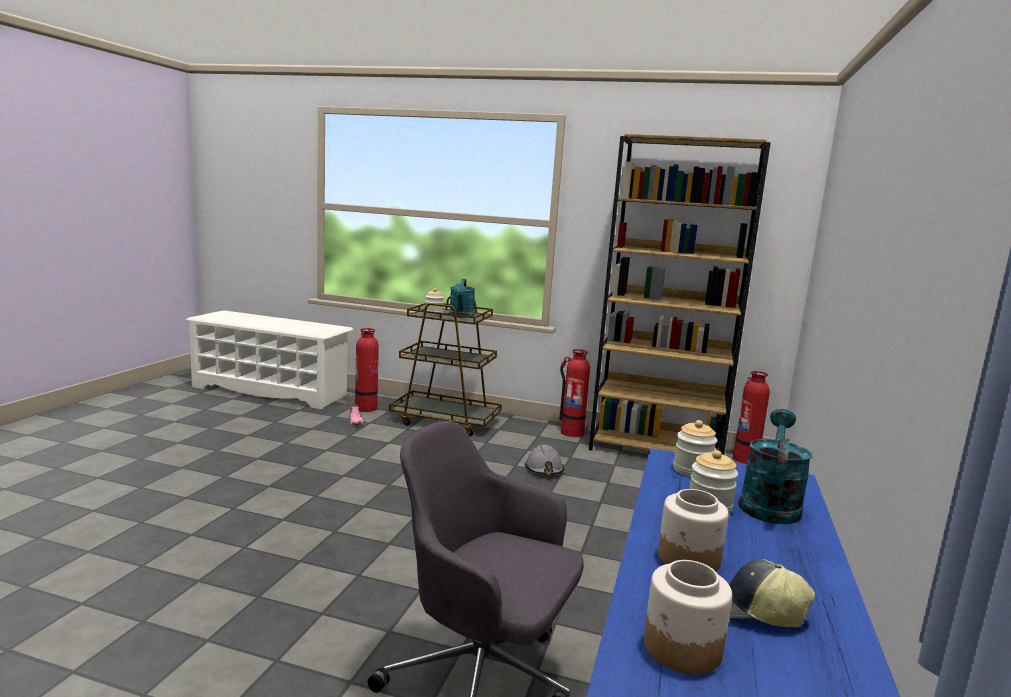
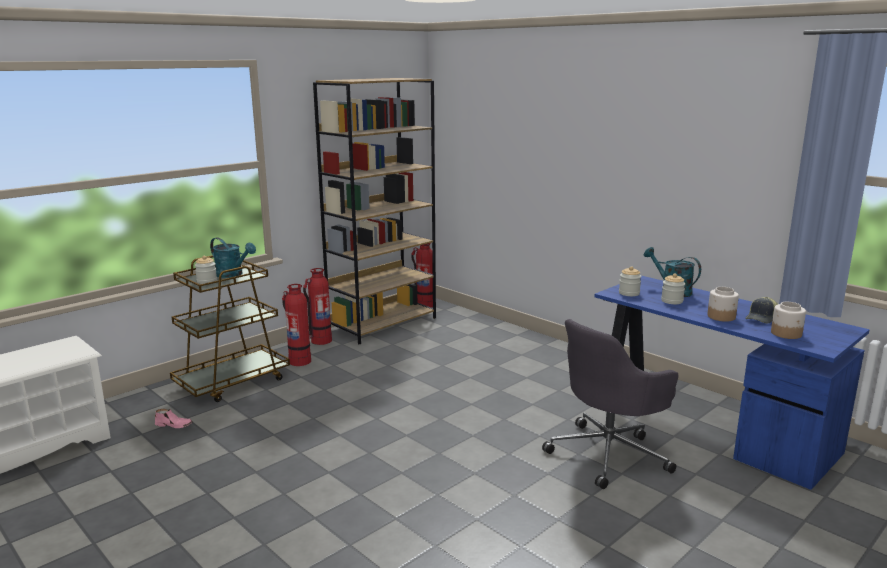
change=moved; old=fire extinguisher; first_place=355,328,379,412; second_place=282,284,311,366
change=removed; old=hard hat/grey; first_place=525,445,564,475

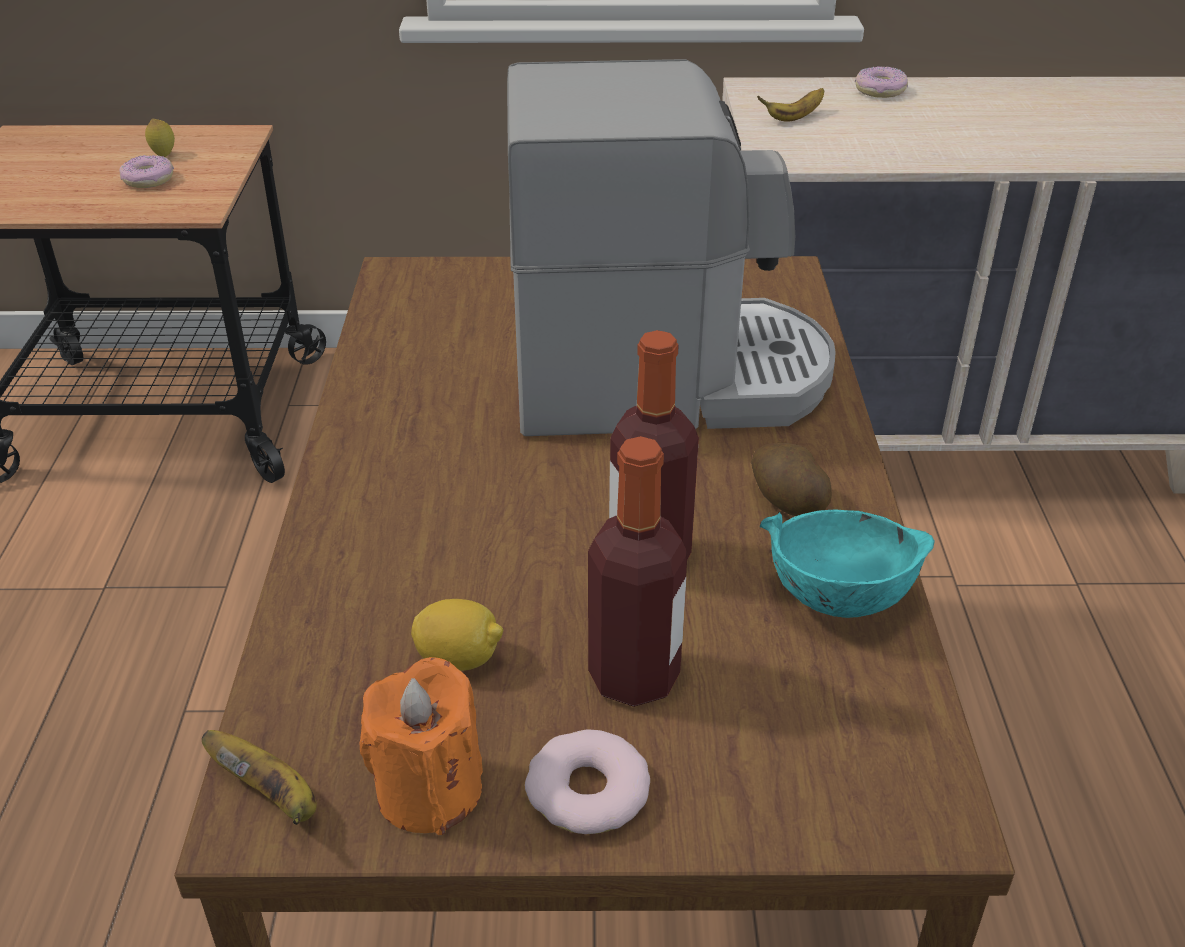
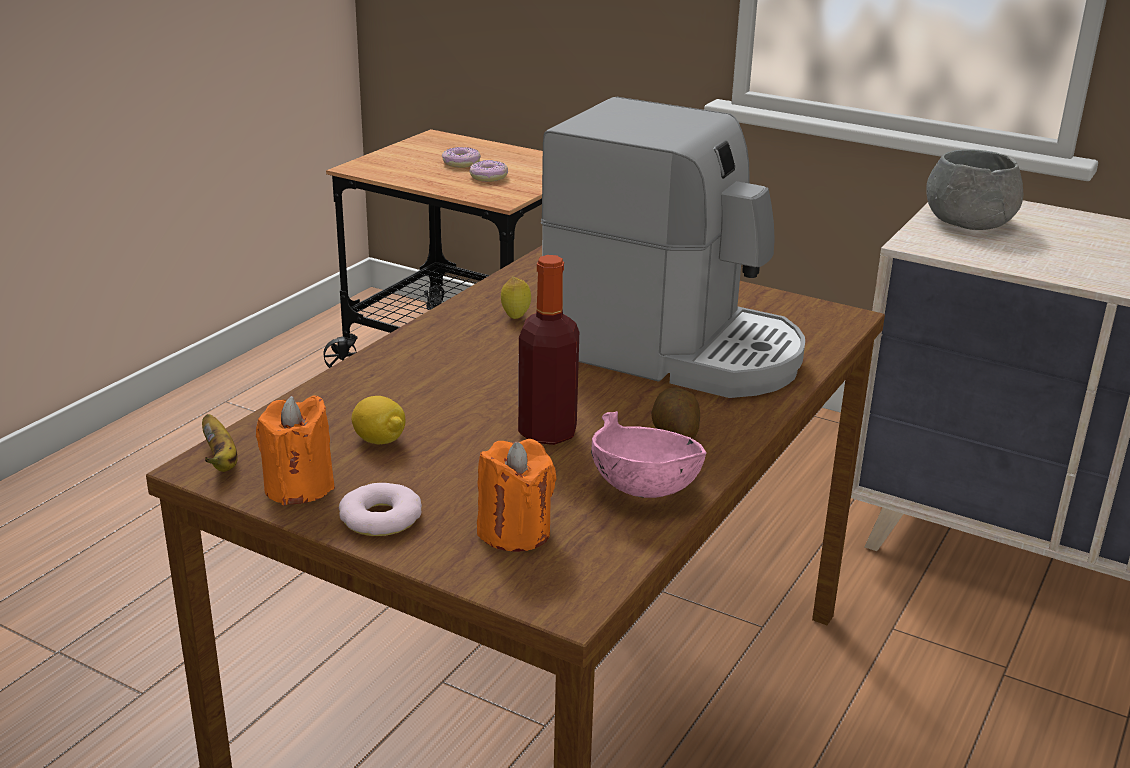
change=moved; old=donut; first_place=855,66,908,98; second_place=442,147,481,168
change=added; new=candle/orange; second_place=477,439,557,552
change=moved; old=lemon; first_place=145,119,175,157; second_place=501,277,531,319
change=recoloured; old=bowl/turquoise; new=bowl/pink; first_place=759,509,935,618; second_place=591,411,707,498
change=replaced; old=banana; new=bowl/grey; first_place=757,88,824,122; second_place=926,149,1023,230
change=removed; old=bottle; first_place=588,436,688,707

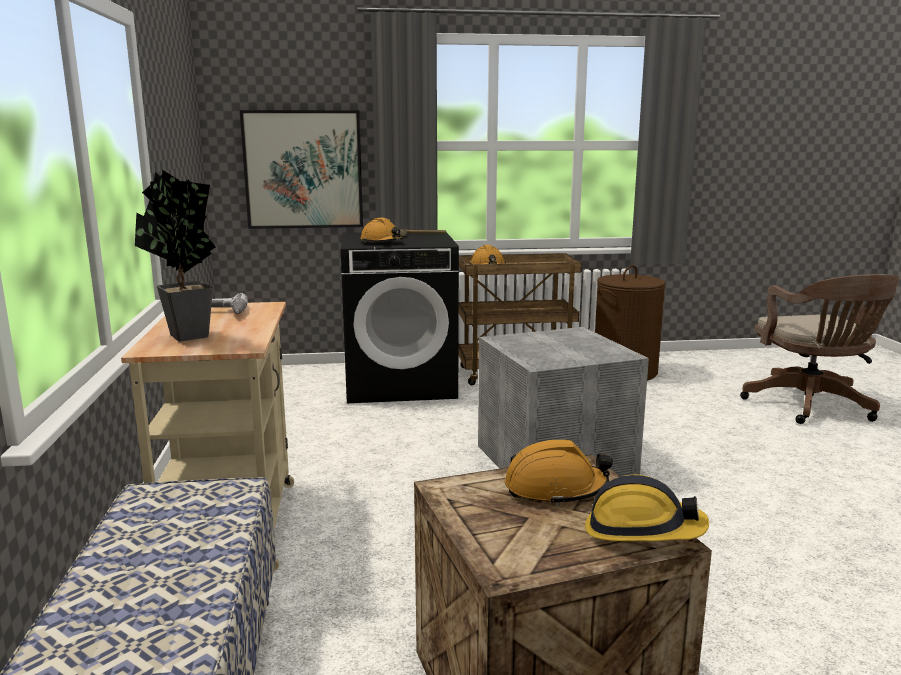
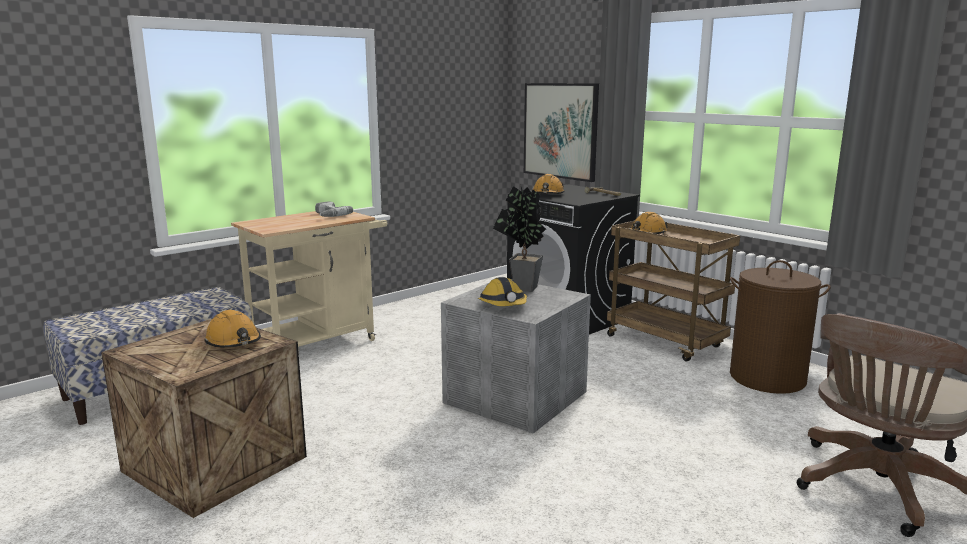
change=moved; old=hard hat; first_place=585,474,709,542; second_place=478,277,527,306
change=moved; old=potted plant; first_place=135,170,216,341; second_place=493,186,546,292

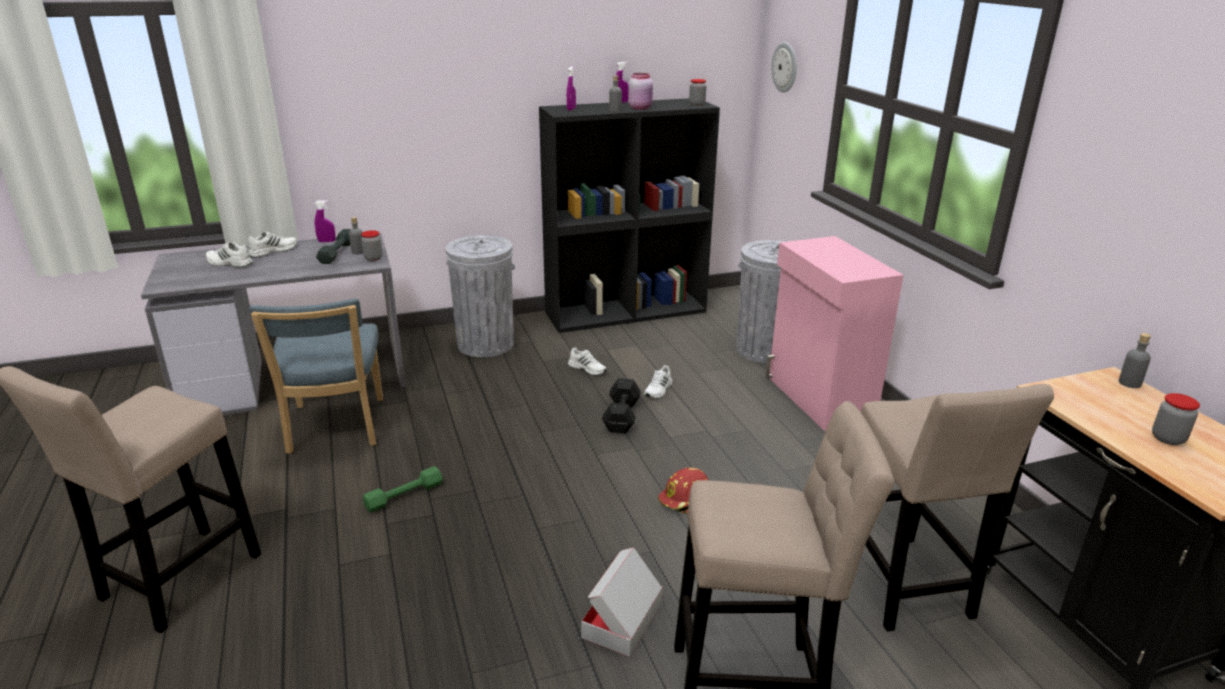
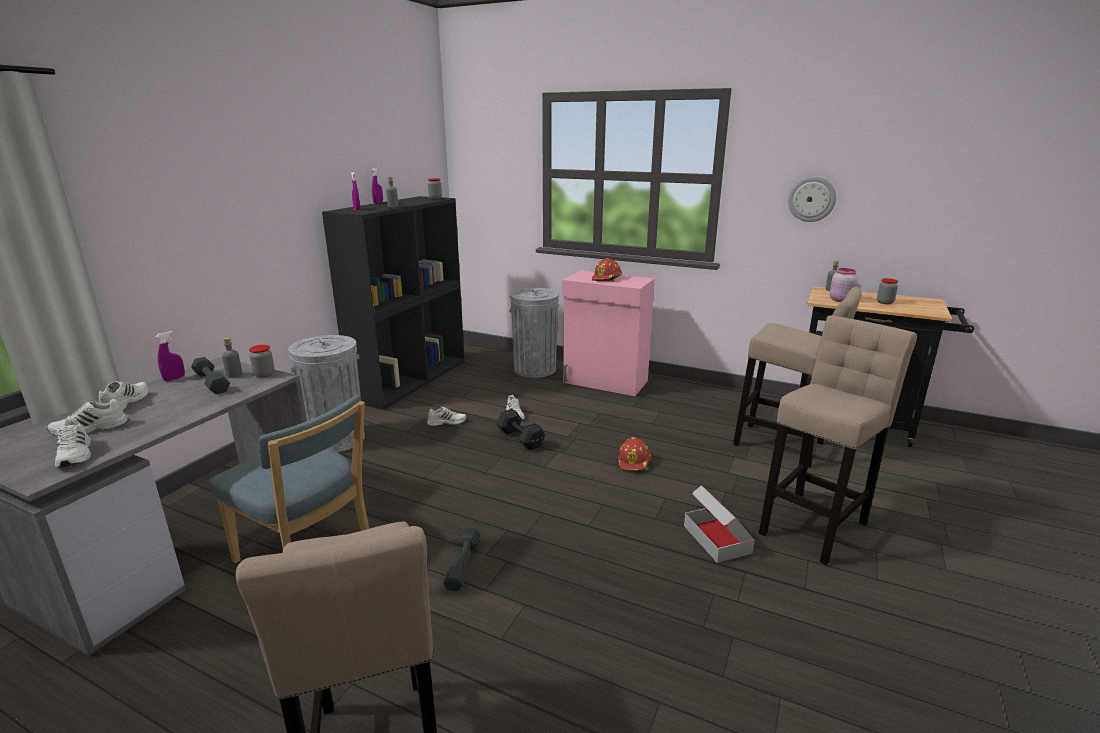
change=added; new=shoe/white; second_place=55,418,91,468
change=recoloured; old=dumbbell/green; new=dumbbell/grey; first_place=363,466,443,512; second_place=443,527,481,591
change=added; new=hard hat/red; second_place=592,258,622,282
change=moved; old=wall clock; first_place=771,42,797,93; second_place=788,176,836,222
change=moved; old=jar/pink; first_place=628,73,653,110; second_place=830,268,858,302

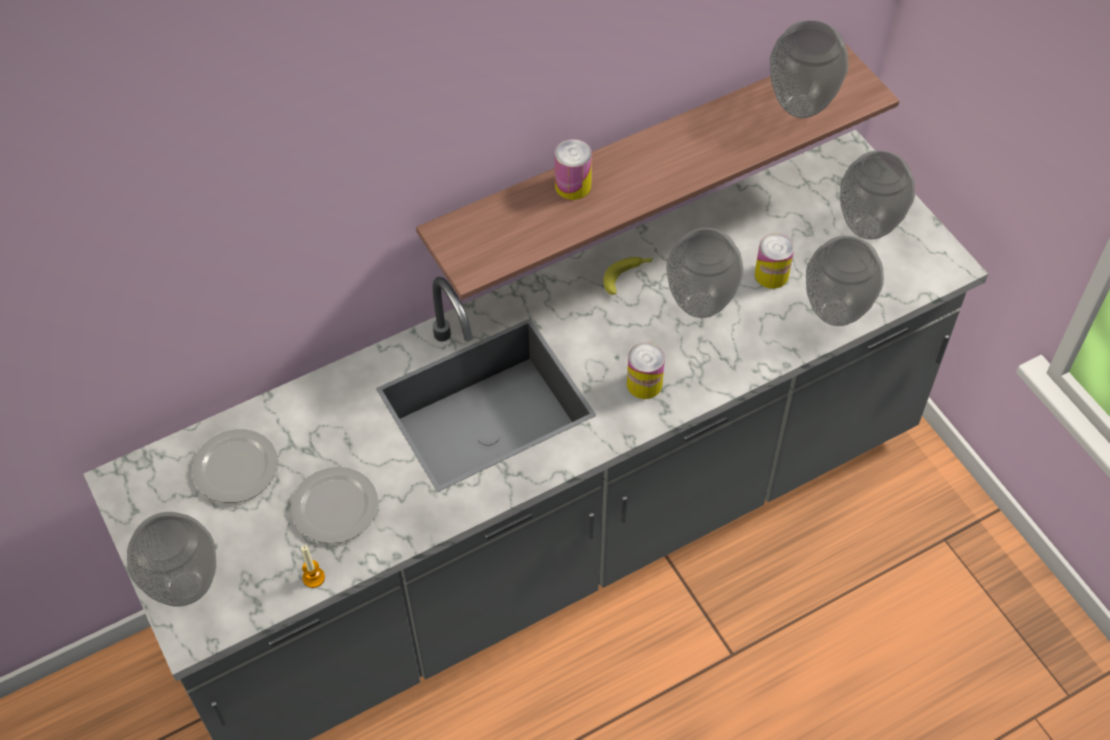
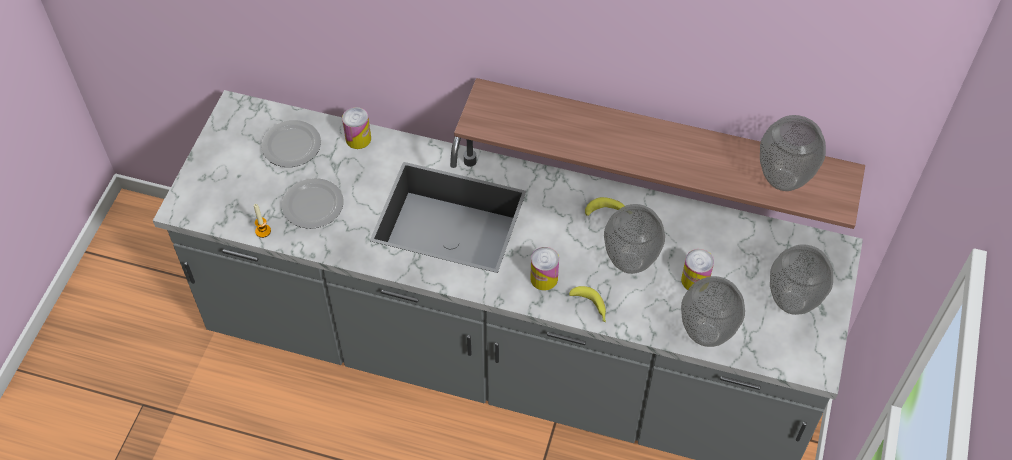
change=moved; old=can; first_place=555,139,592,200; second_place=342,107,371,149
change=added; new=banana; second_place=569,286,606,322
change=removed; old=vase; first_place=127,512,216,607

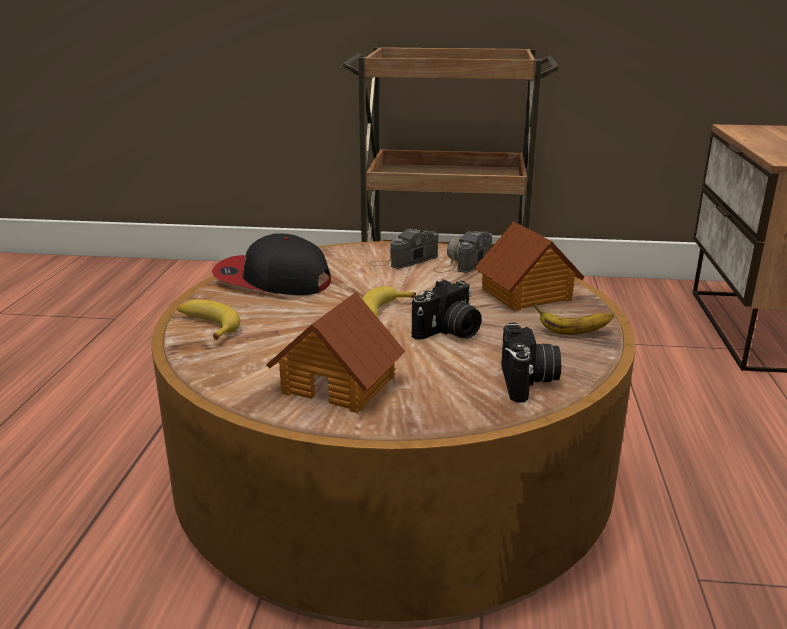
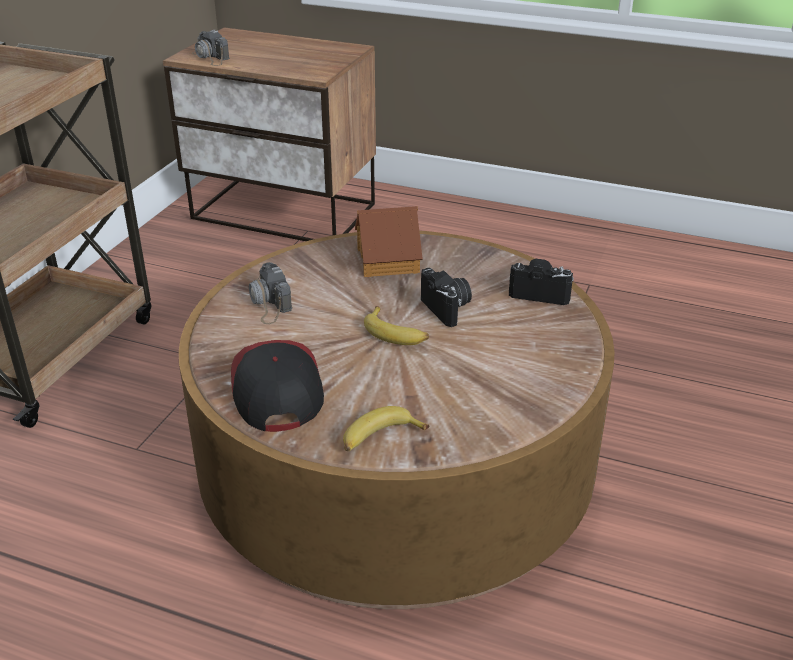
change=moved; old=photo camera; first_place=433,231,492,273; second_place=192,30,230,66
change=turned; old=cap; first_place=212,233,331,295; second_place=231,340,324,432; degrees=135
change=removed; old=toy house; first_place=266,291,406,413
change=removed; old=banana; first_place=533,303,614,335

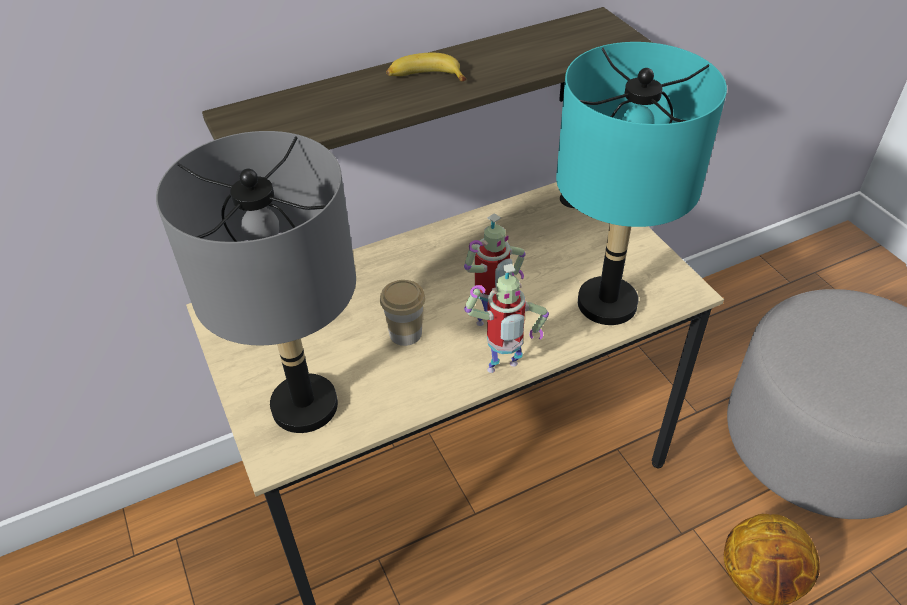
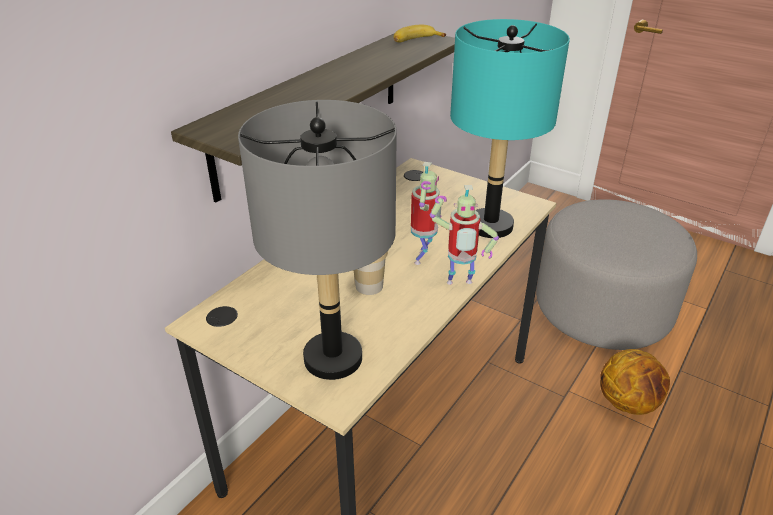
change=moved; old=banana; first_place=386,53,466,81; second_place=394,25,446,42
change=turned; old=toy robot; first_place=464,264,549,373; second_place=430,185,499,285; degrees=45

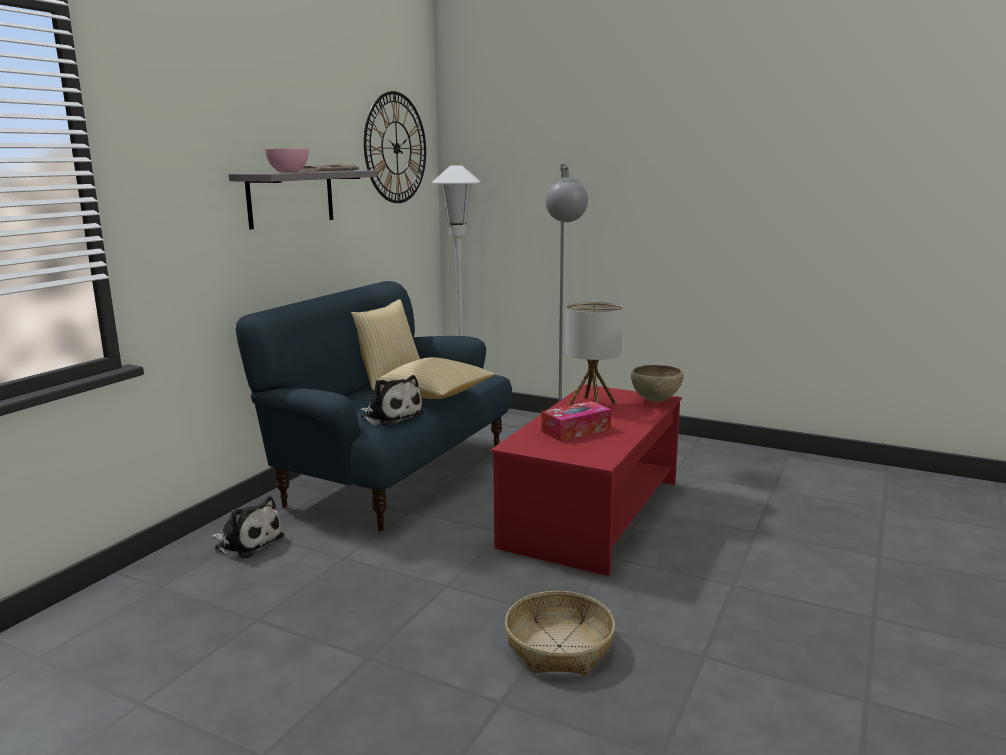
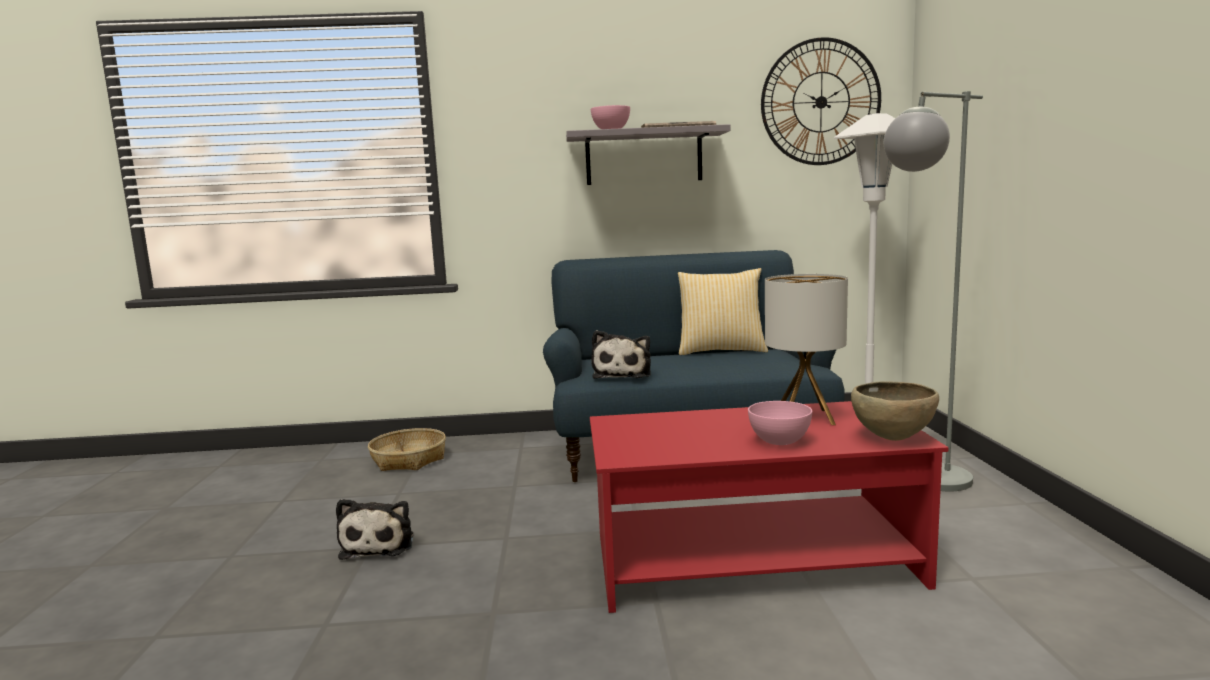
change=moved; old=plush toy; first_place=211,496,284,558; second_place=336,499,413,560
change=moved; old=basket; first_place=505,591,615,675; second_place=368,428,446,471
change=added; new=bowl/pink; second_place=748,401,812,445
change=removed; old=pillow; first_place=376,357,495,399
change=removed; old=tissue box; first_place=541,401,611,441

